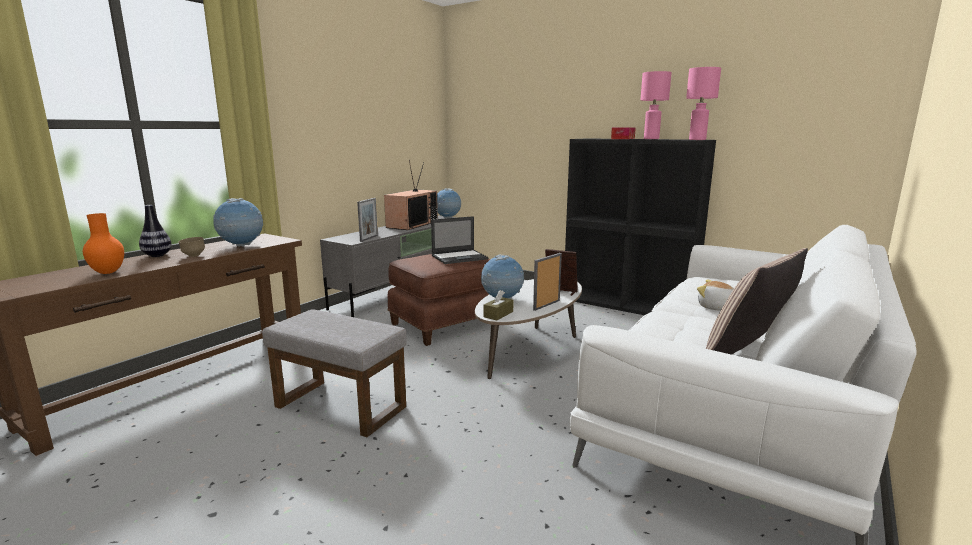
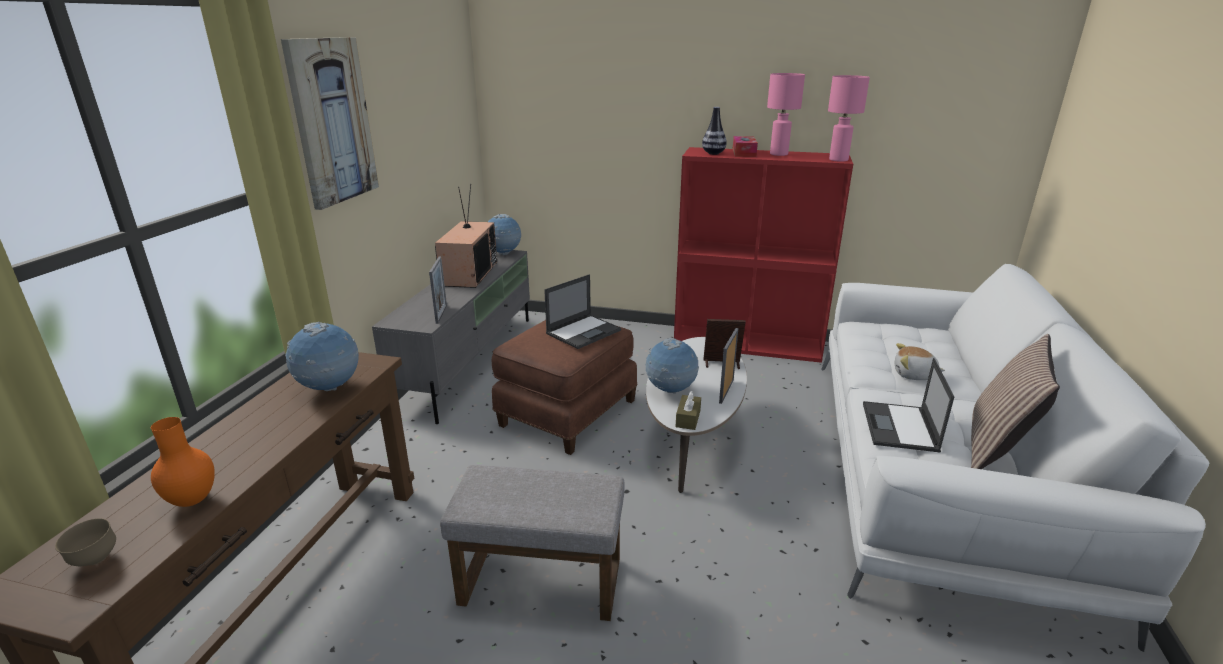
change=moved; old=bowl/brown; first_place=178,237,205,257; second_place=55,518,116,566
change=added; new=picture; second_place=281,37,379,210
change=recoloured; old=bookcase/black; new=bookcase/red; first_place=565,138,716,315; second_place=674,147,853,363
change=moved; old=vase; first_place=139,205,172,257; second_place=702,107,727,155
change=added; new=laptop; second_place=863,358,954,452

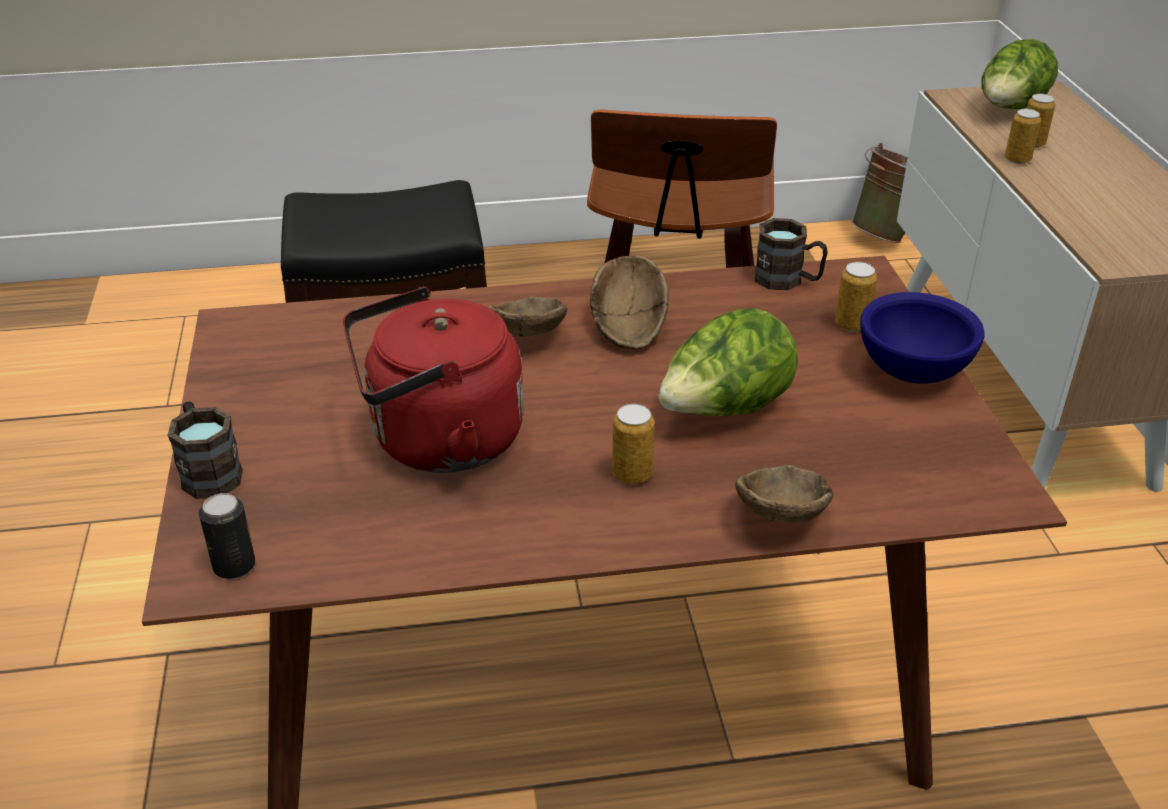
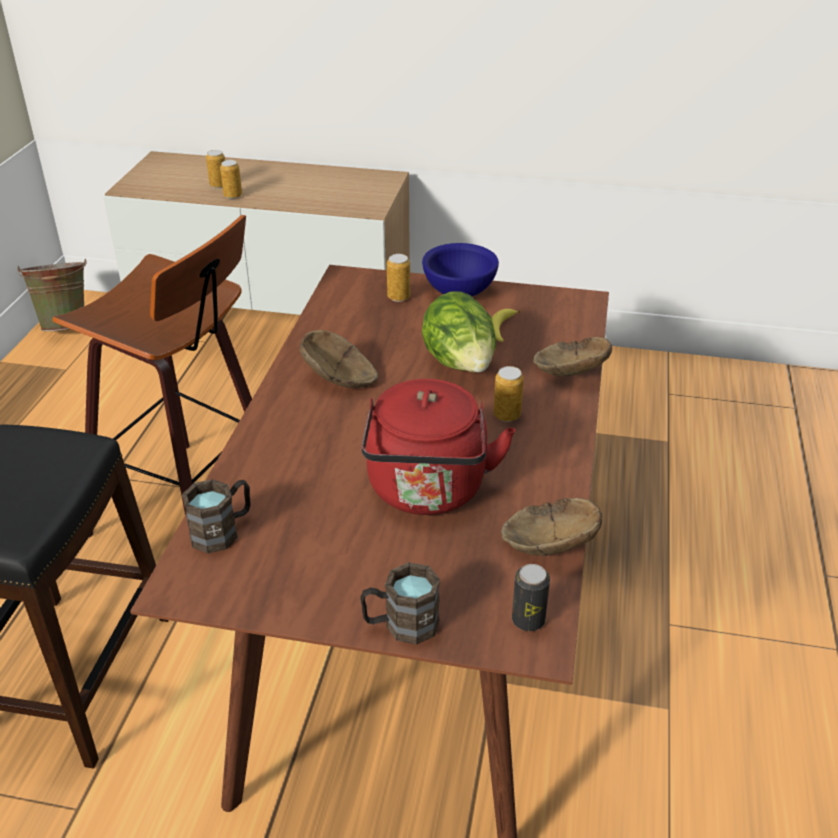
change=moved; old=mug/brown; first_place=755,218,828,290; second_place=182,479,251,553
change=added; new=banana; second_place=492,309,521,342
change=moved; old=bowl/brown; first_place=488,296,567,336; second_place=501,498,602,556
change=removed; old=lettuce; first_place=982,39,1058,109

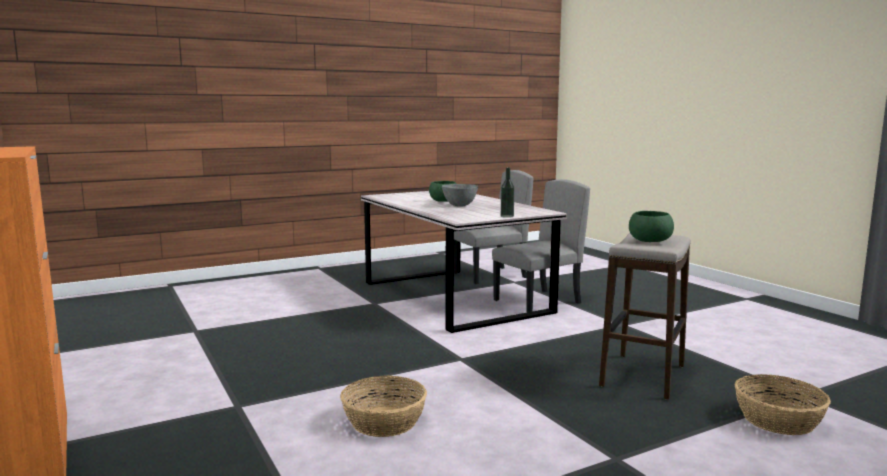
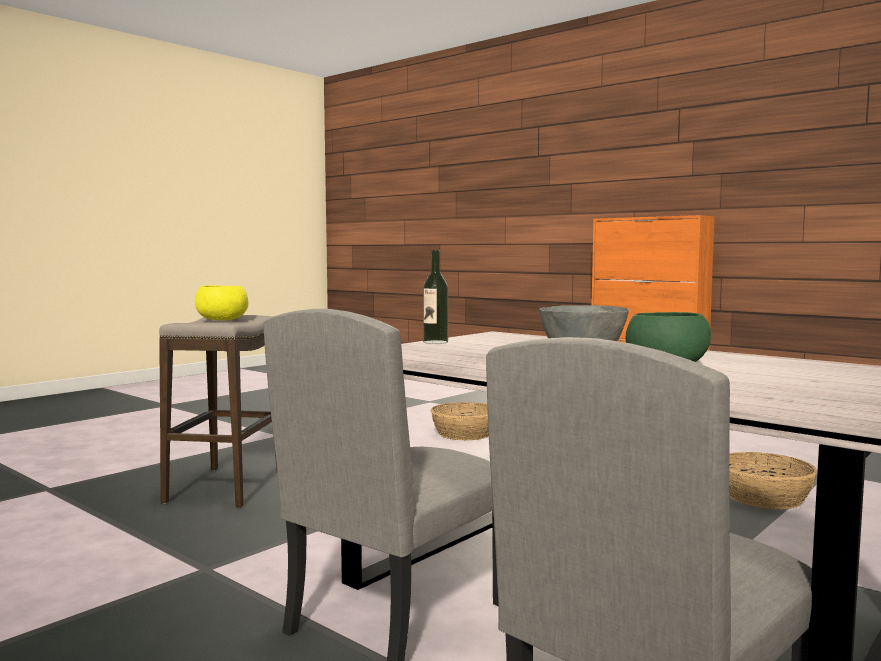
change=recoloured; old=bowl/green; new=bowl/yellow; first_place=629,211,674,242; second_place=195,285,248,320
change=moved; old=basket; first_place=734,374,831,435; second_place=729,452,818,509

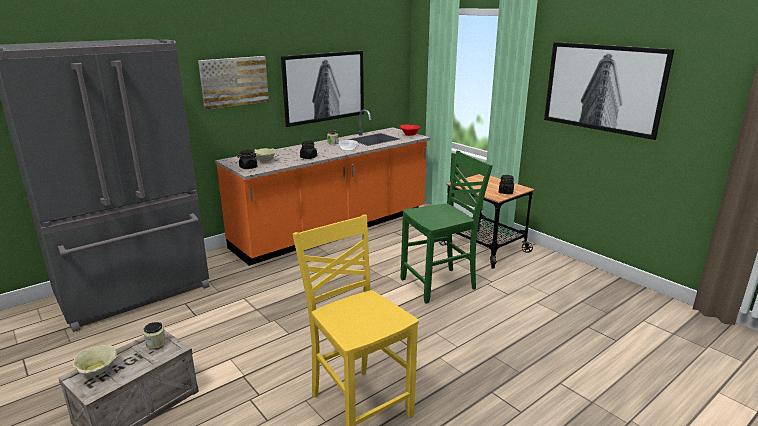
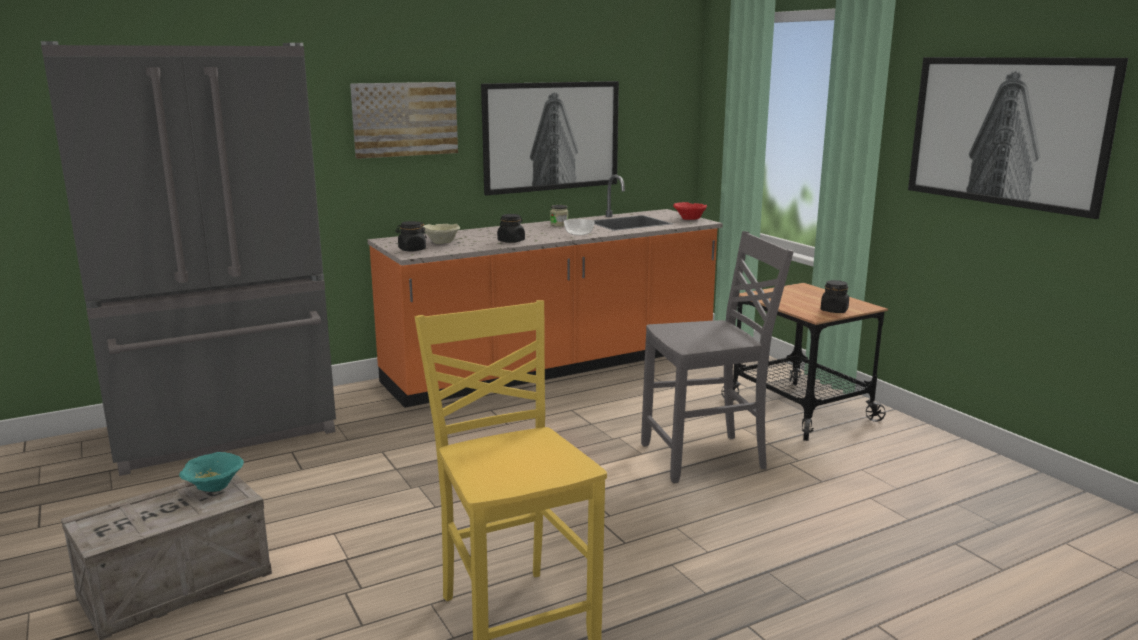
change=replaced; old=jar; new=bowl/turquoise; first_place=144,322,166,349; second_place=179,452,244,492
change=recoloured; old=chair/green; new=chair/grey; first_place=401,151,493,304; second_place=641,231,794,483
change=removed; old=bowl/beige; first_place=72,345,117,376

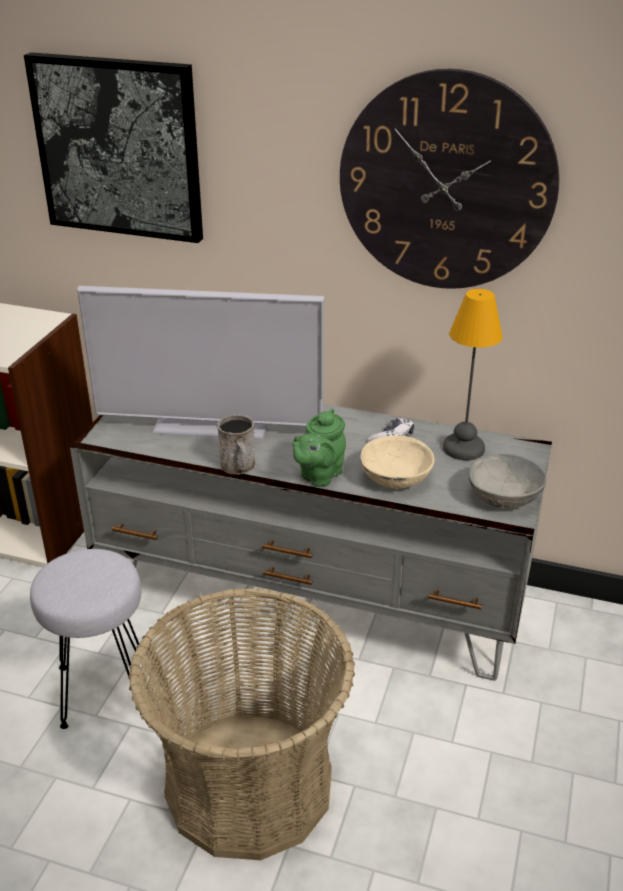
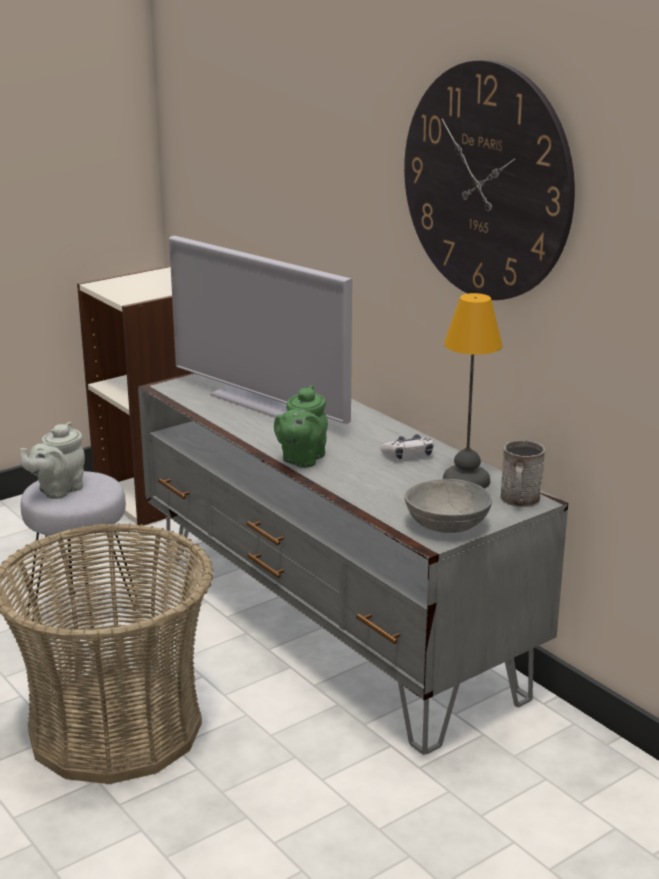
change=added; new=teapot/grey; second_place=20,422,85,499
change=turned; old=teapot/green; first_place=292,408,346,487; second_place=274,385,328,468; degrees=-45
change=moved; old=mug/grey; first_place=217,414,255,475; second_place=500,440,545,507
change=removed; old=picture; first_place=24,52,203,243
change=removed; old=bowl/beige; first_place=360,436,435,489

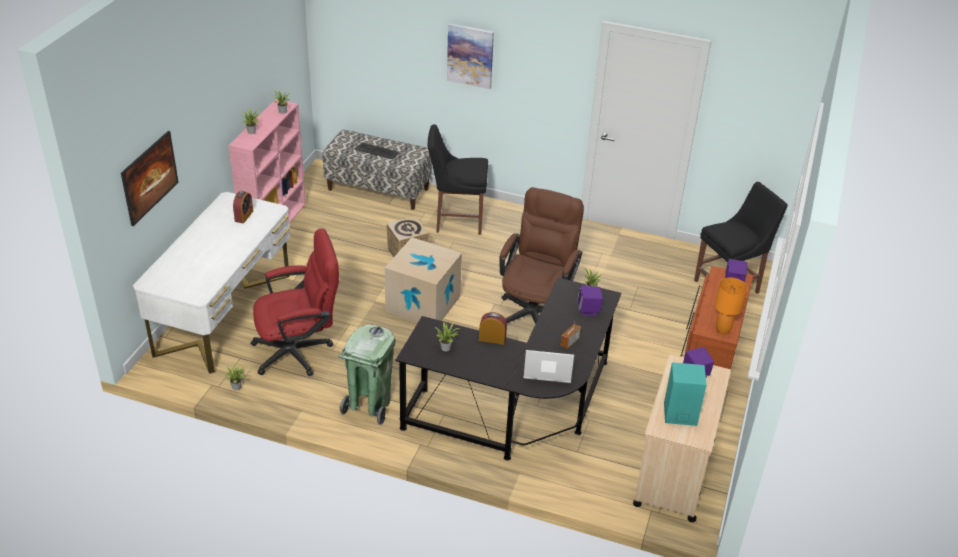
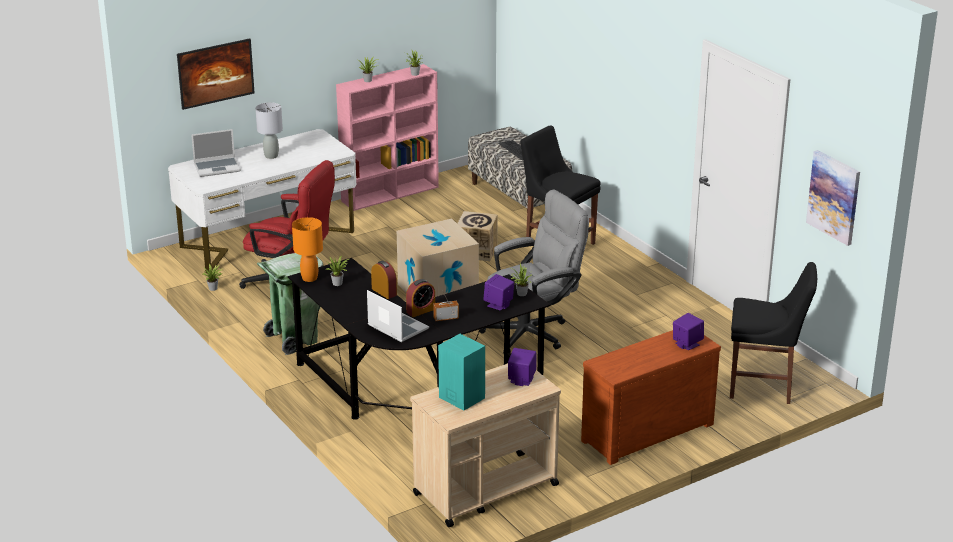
change=added; new=laptop; second_place=191,129,241,177
change=added; new=table lamp/grey; second_place=255,102,283,159
change=moved; old=table lamp/orange; first_place=715,277,748,335; second_place=292,217,323,282
change=moved; old=alarm clock; first_place=233,191,253,223; second_place=406,279,435,317
change=recoloured; old=office chair/brown; new=office chair/grey; first_place=499,187,584,324; second_place=479,190,589,354
change=moved; old=picture; first_place=447,23,494,89; second_place=806,150,860,246

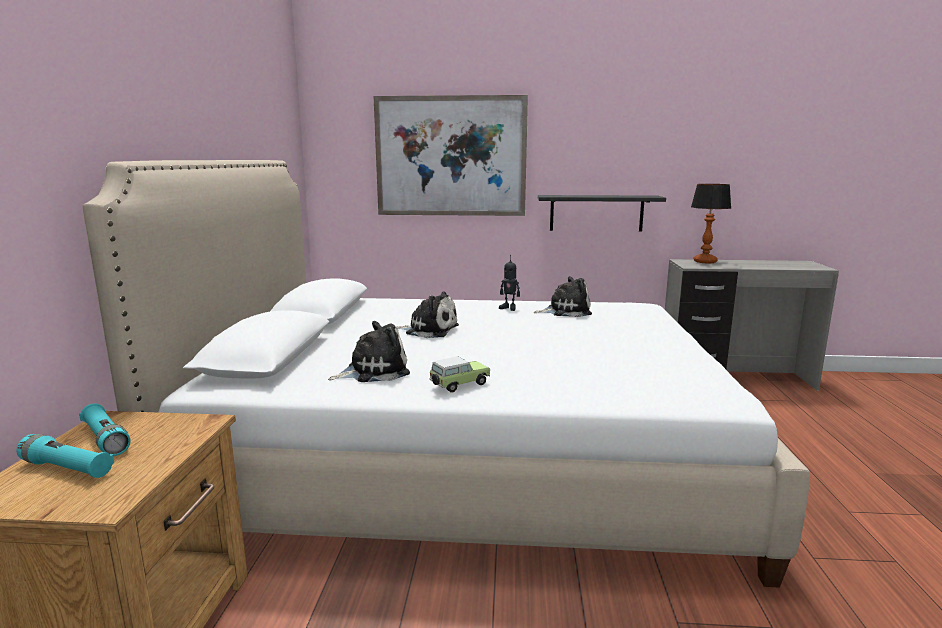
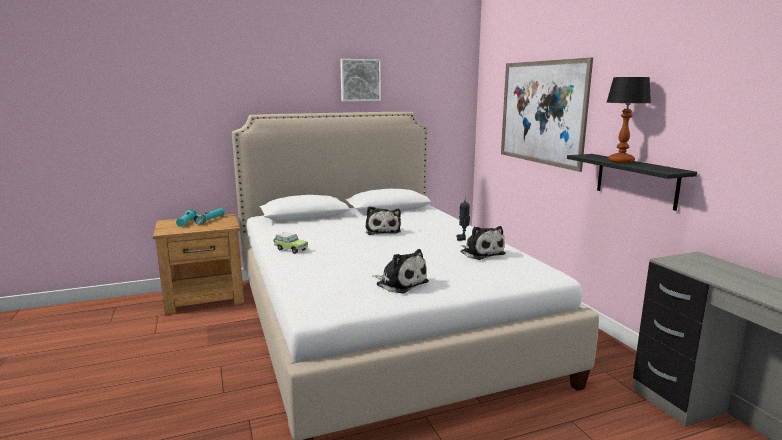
change=added; new=picture; second_place=340,59,381,101
change=moved; old=plush toy; first_place=328,321,410,382; second_place=373,249,429,294
change=moved; old=table lamp; first_place=691,184,731,263; second_place=607,77,651,163

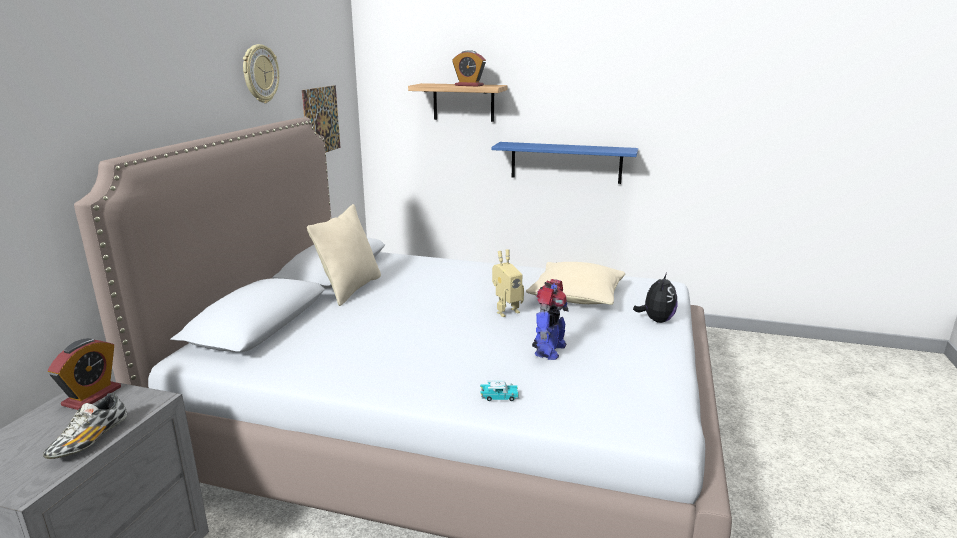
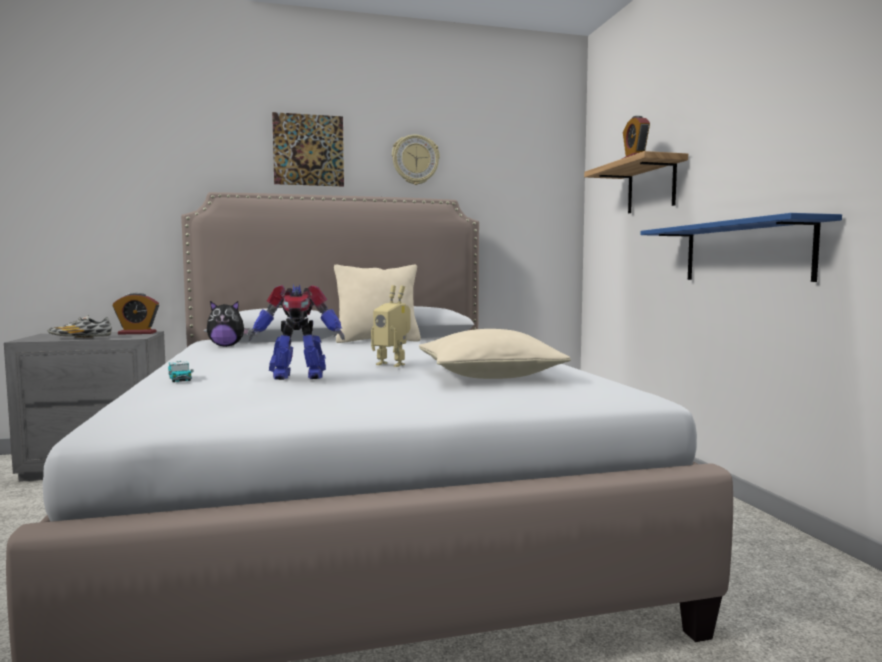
change=moved; old=plush toy; first_place=633,273,677,323; second_place=207,301,249,347
change=moved; old=picture; first_place=302,85,341,152; second_place=272,112,344,187

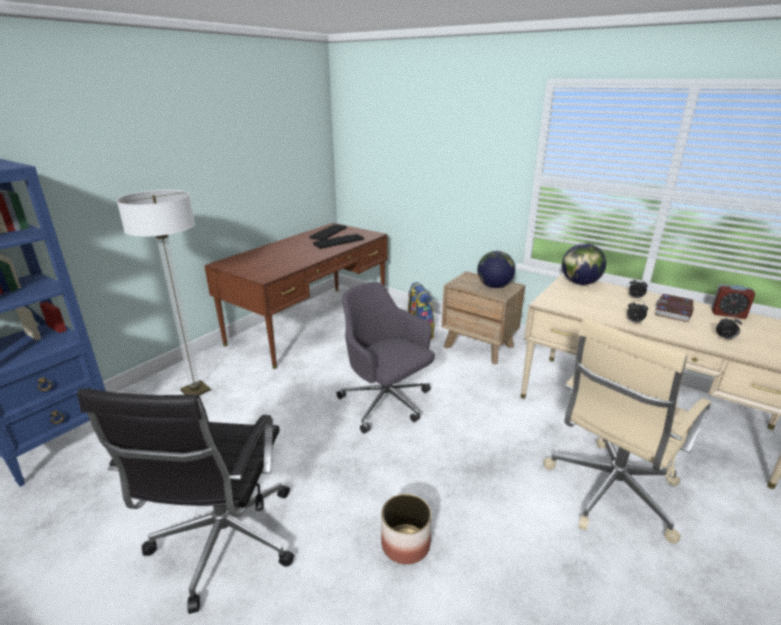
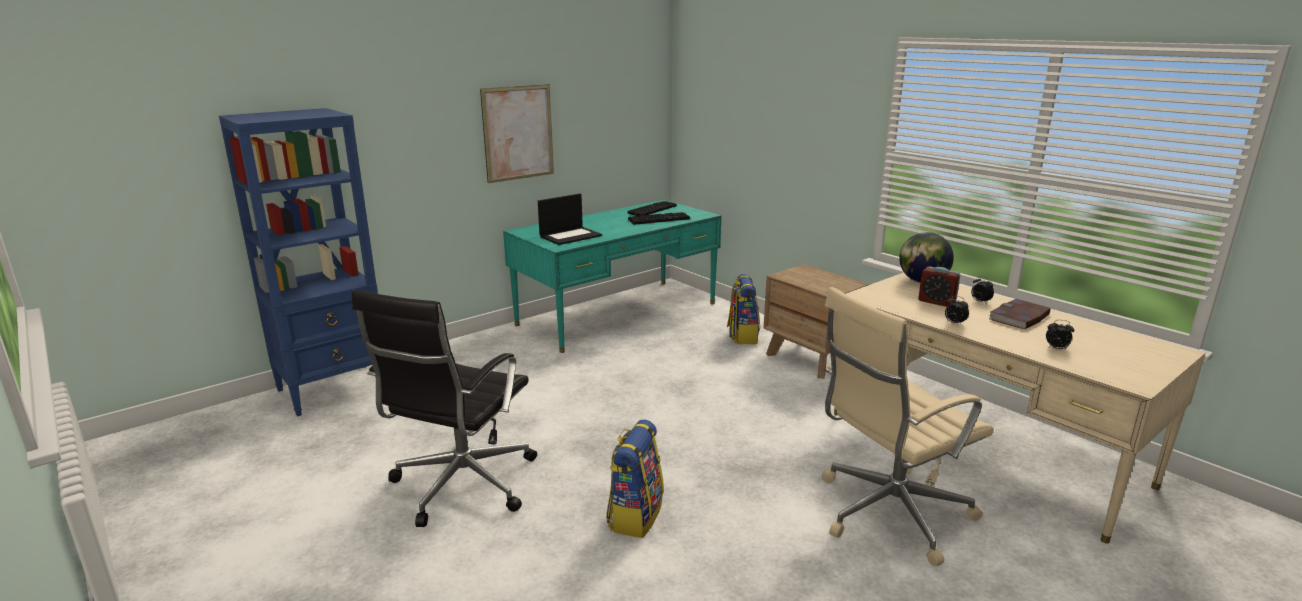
change=added; new=picture; second_place=480,84,554,183
change=recoloured; old=desk/brown; new=desk/turquoise; first_place=204,223,388,369; second_place=503,200,721,353
change=added; new=laptop; second_place=538,194,602,245
change=replaced; old=planter; new=backpack; first_place=381,494,432,564; second_place=606,420,664,538
change=moved; old=alarm clock; first_place=711,284,755,319; second_place=918,266,960,307
change=removed; old=floor lamp; first_place=116,190,211,395
change=removed; old=office chair/grey; first_place=337,282,435,434
change=removed; old=globe; first_place=477,251,515,288

